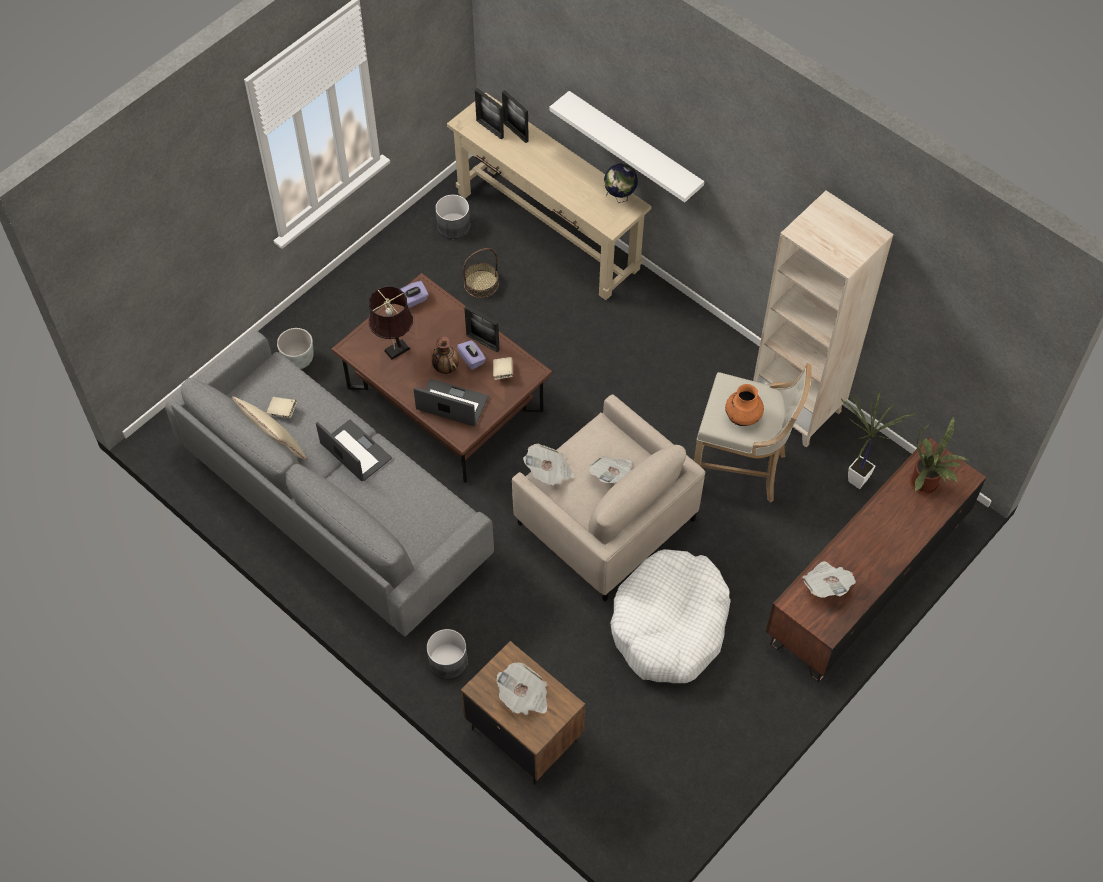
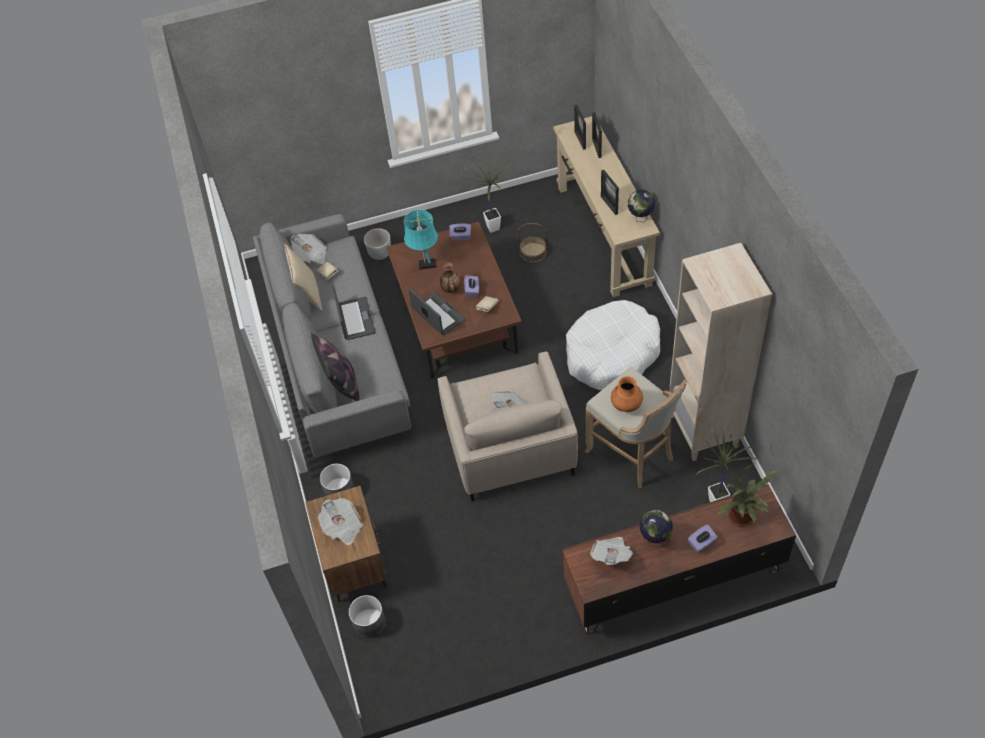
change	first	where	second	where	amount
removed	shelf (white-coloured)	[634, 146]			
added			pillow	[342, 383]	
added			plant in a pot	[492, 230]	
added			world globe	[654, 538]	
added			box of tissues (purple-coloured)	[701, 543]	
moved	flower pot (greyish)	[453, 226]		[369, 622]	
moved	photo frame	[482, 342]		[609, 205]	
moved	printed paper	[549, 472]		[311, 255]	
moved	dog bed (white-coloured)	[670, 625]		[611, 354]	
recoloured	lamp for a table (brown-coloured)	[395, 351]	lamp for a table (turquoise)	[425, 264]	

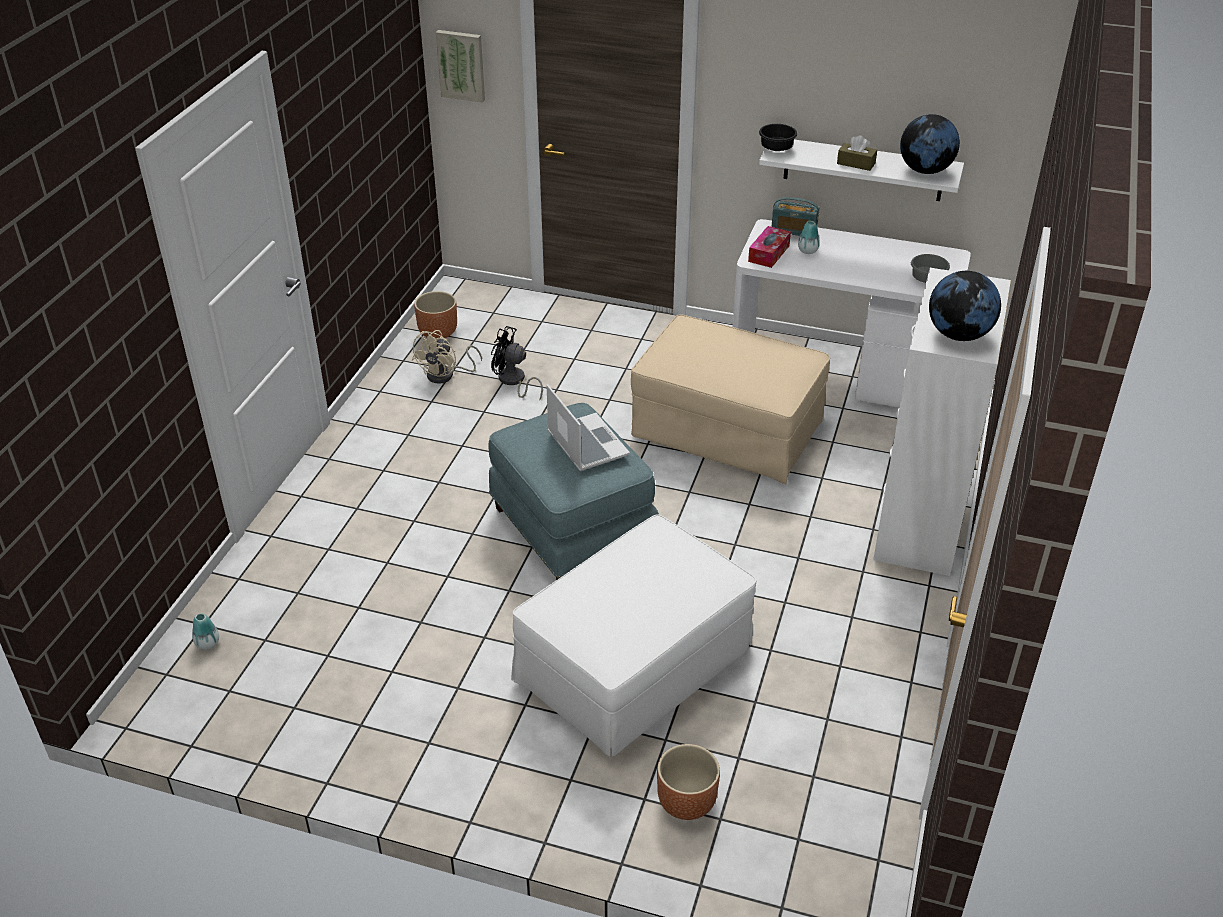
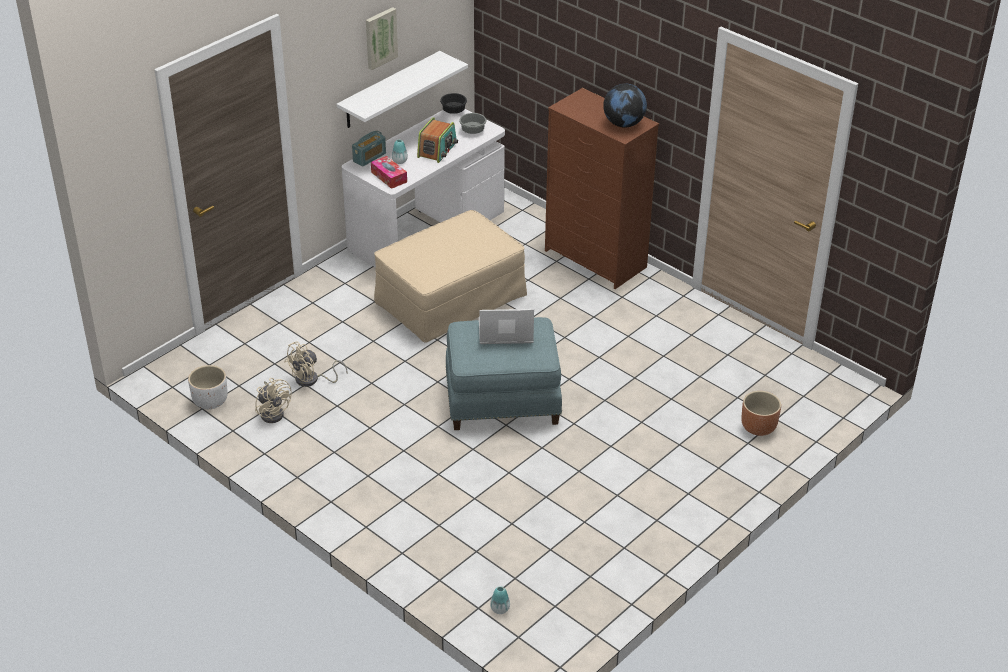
change	first	where	second	where	amount
removed	pouffe (white-coloured)	[635, 666]			
removed	box of tissues (brown-coloured)	[856, 163]			
removed	world globe	[925, 170]			
added			radio	[437, 150]	
moved	wall picture	[461, 65]		[380, 37]	
moved	serving bowl (black)	[777, 148]		[453, 110]	
recoloured	flower pot (brown-coloured)	[438, 332]	flower pot (white-coloured)	[210, 401]	
recoloured	fan (black)	[513, 381]	fan (sand-coloured)	[312, 380]	
recoloured	dresser (white-coloured)	[920, 523]	dresser (brown-coloured)	[596, 259]	

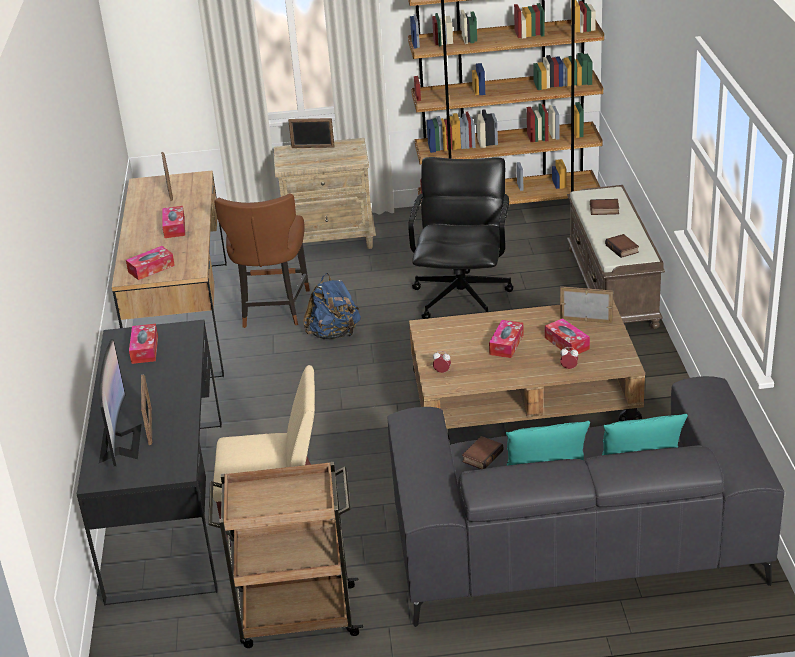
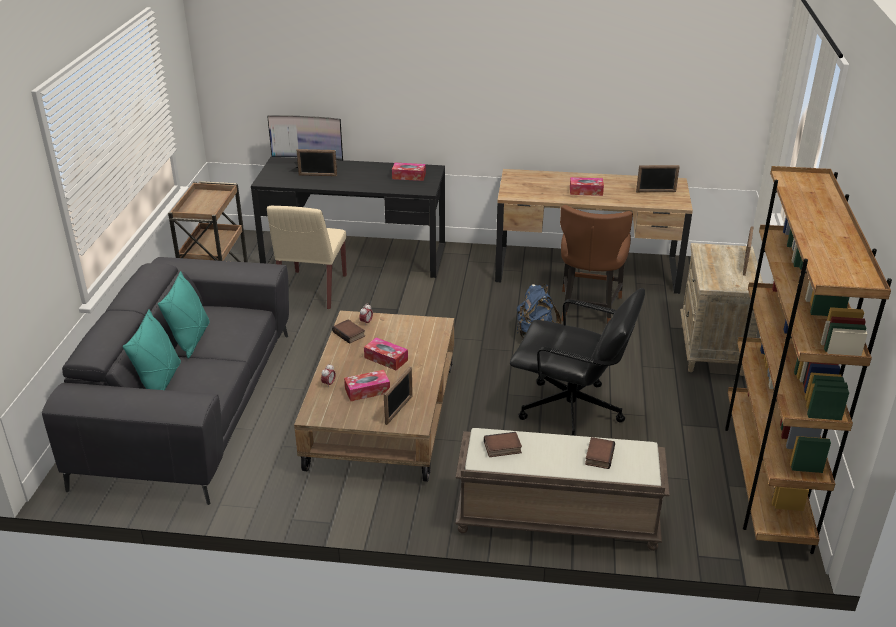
change	first	where	second	where	amount
removed	box of tissues	[151, 268]			
moved	book	[482, 455]		[350, 334]	
turned	upright chair (brown-coloured)	[272, 309]		[588, 309]	90 degrees counterclockwise

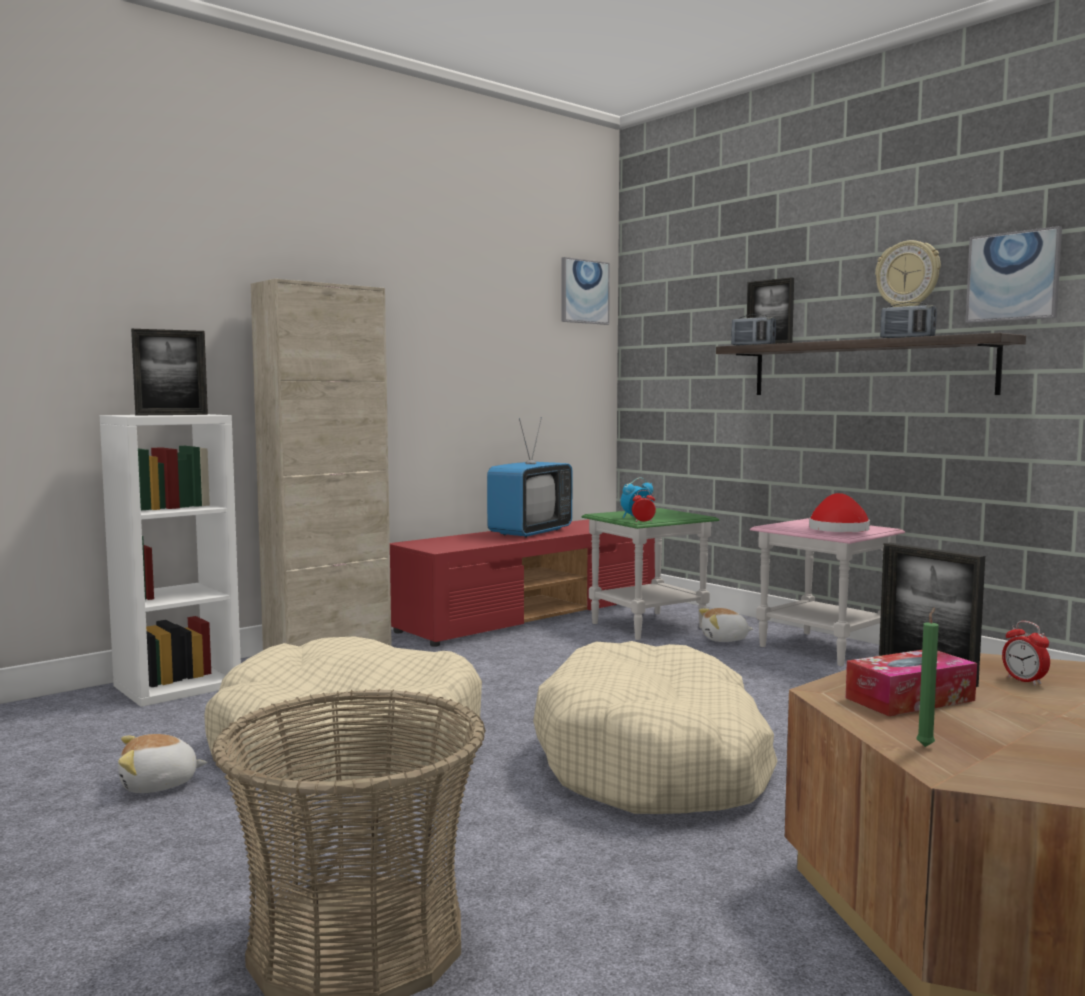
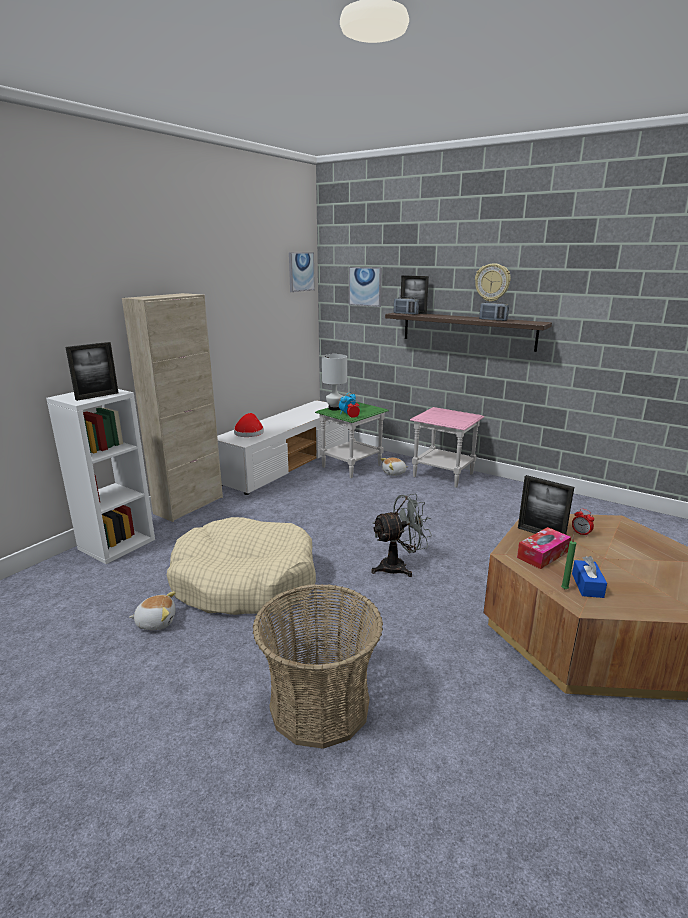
change	first	where	second	where	amount
removed	TV	[530, 532]			
added			lamp for a table (white-coloured)	[335, 408]	
added			box of tissues (bluish)	[587, 585]	
moved	clothing hat (reddish)	[838, 529]		[249, 432]	
moved	wall picture	[1013, 276]		[365, 286]	
replaced	dog bed (sand-coloured)	[655, 762]	fan (greyish)	[399, 567]	
recoloured	tv unit (reddish)	[532, 615]	tv unit (white-coloured)	[287, 463]	
turned	soft toy	[159, 785]		[156, 621]	150 degrees counterclockwise

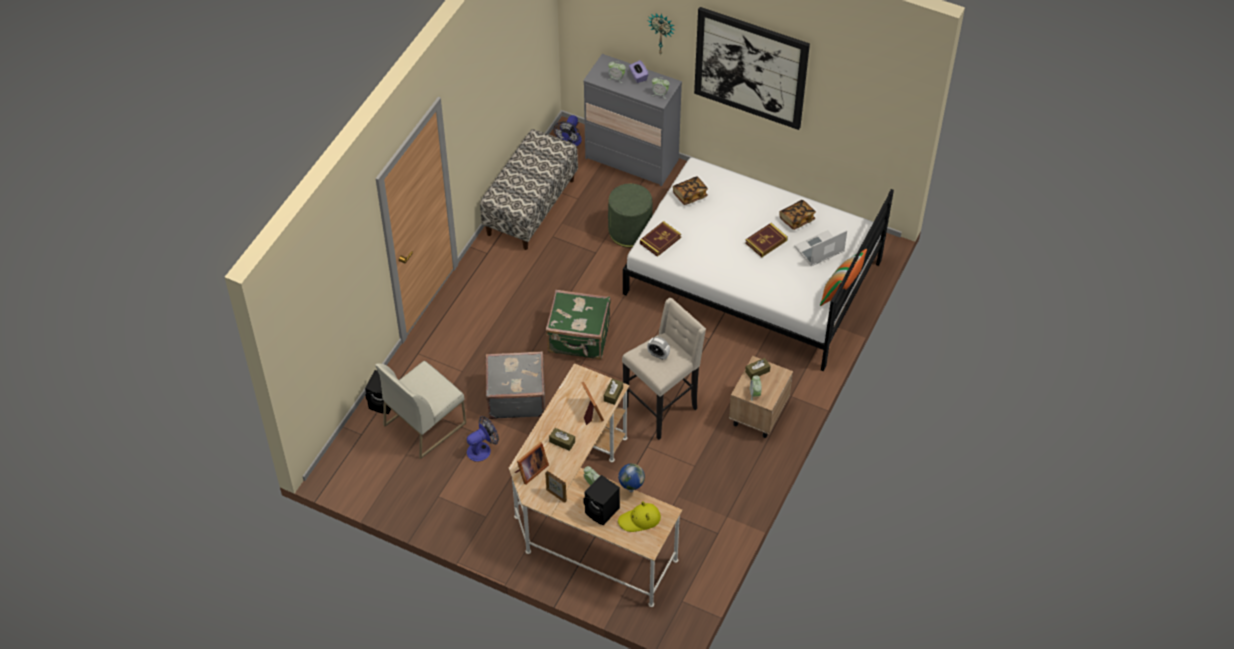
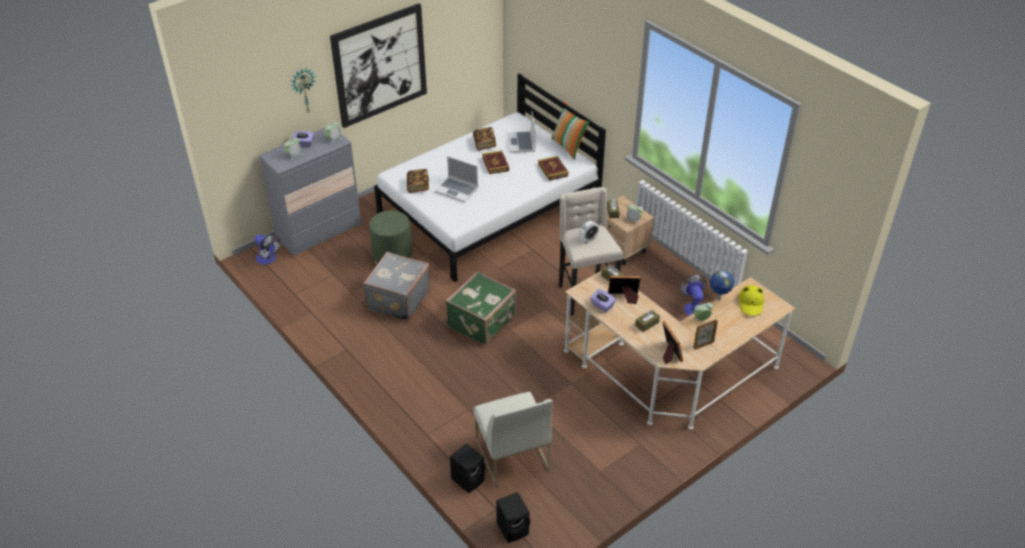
change	first	where	second	where	amount
removed	bench	[530, 206]			
added			laptop	[457, 190]	
added			box of tissues (purple-coloured)	[602, 306]	
moved	fan	[482, 449]		[692, 307]	
moved	travel case (greyish)	[515, 396]		[397, 300]	
moved	speaker (black)	[603, 511]		[514, 528]	
moved	book	[660, 240]		[553, 170]	

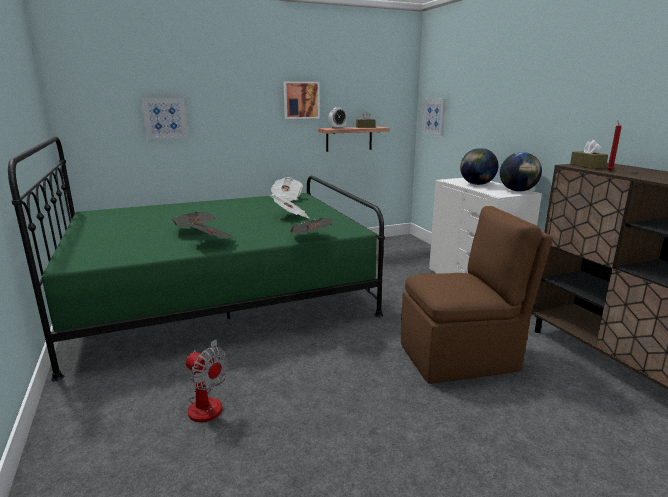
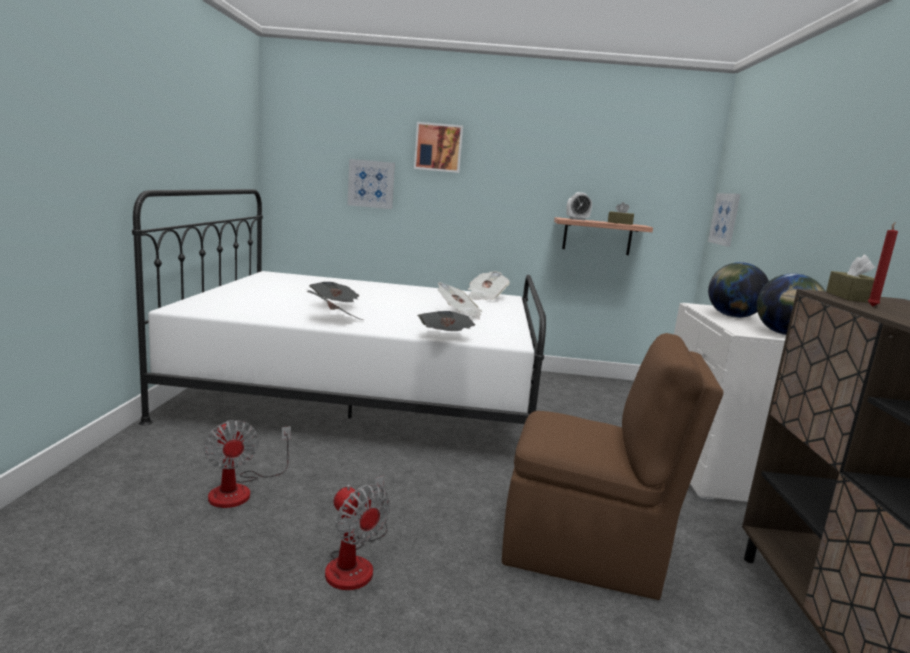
change	first	where	second	where	amount
added			fan	[355, 562]	
moved	wall picture	[301, 100]		[438, 147]	
recoloured	bed (green-coloured)	[219, 296]	bed (white-coloured)	[364, 393]	

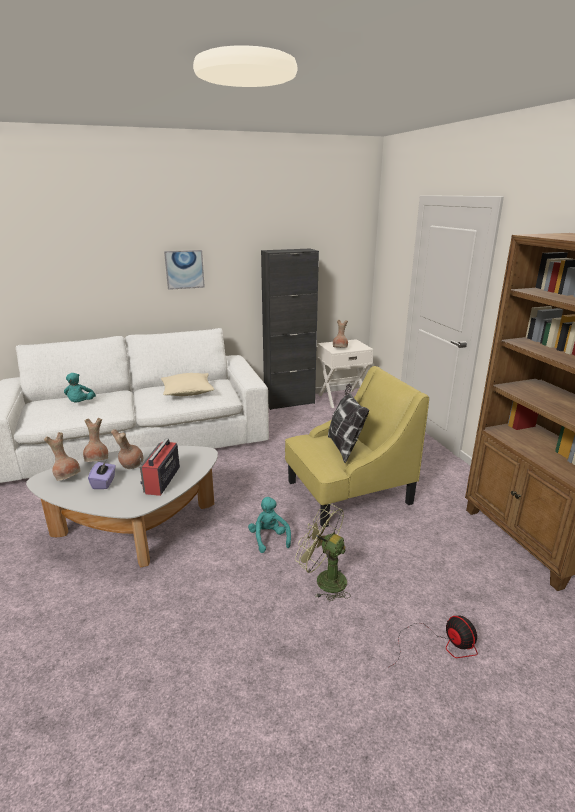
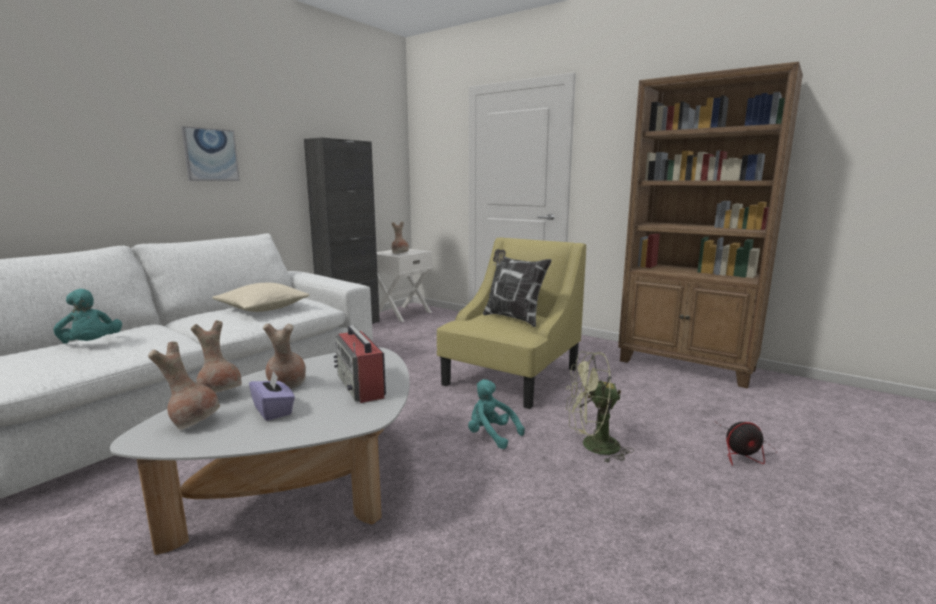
change	first	where	second	where	amount
turned	fan	[440, 645]		[744, 452]	150 degrees clockwise

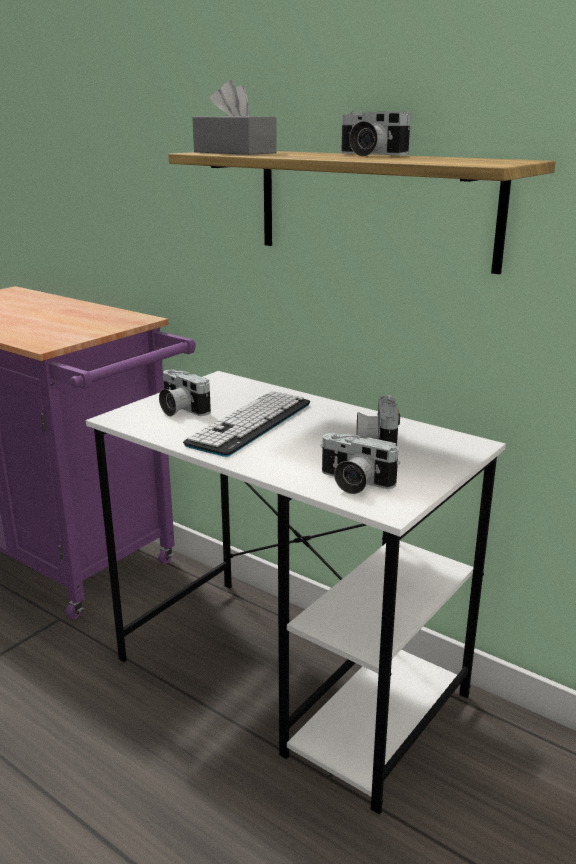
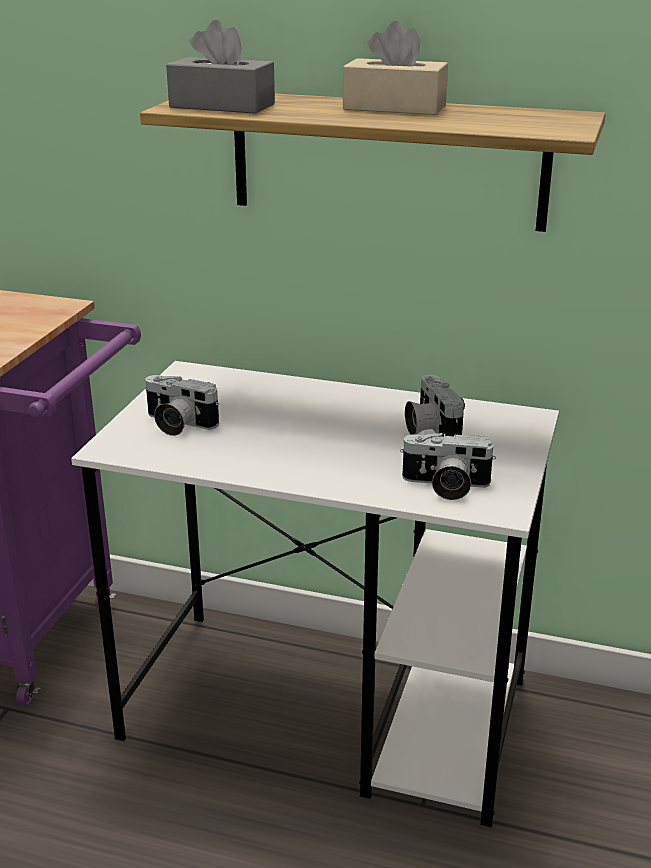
change	first	where	second	where	amount
removed	PC keyboard	[250, 424]			
replaced	photo camera	[368, 155]	box of tissues (sand-coloured)	[394, 107]	

